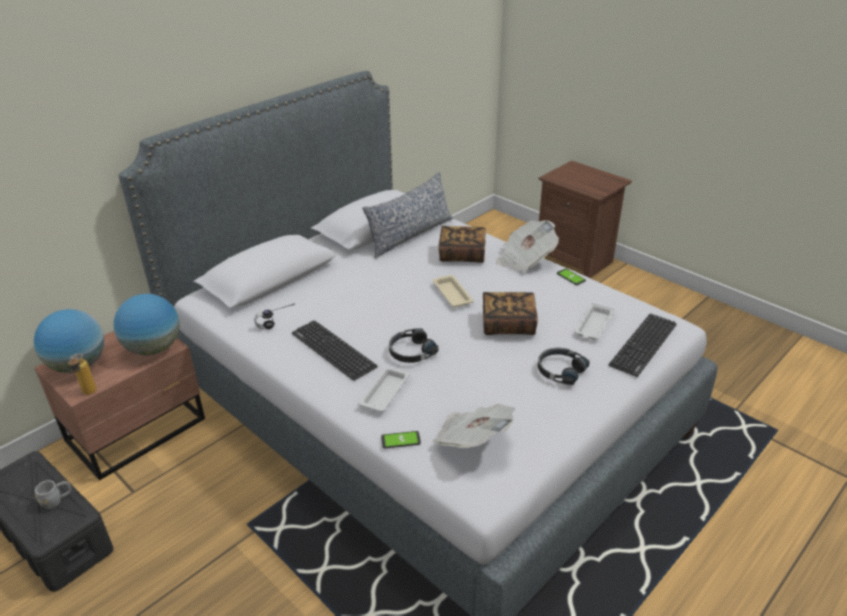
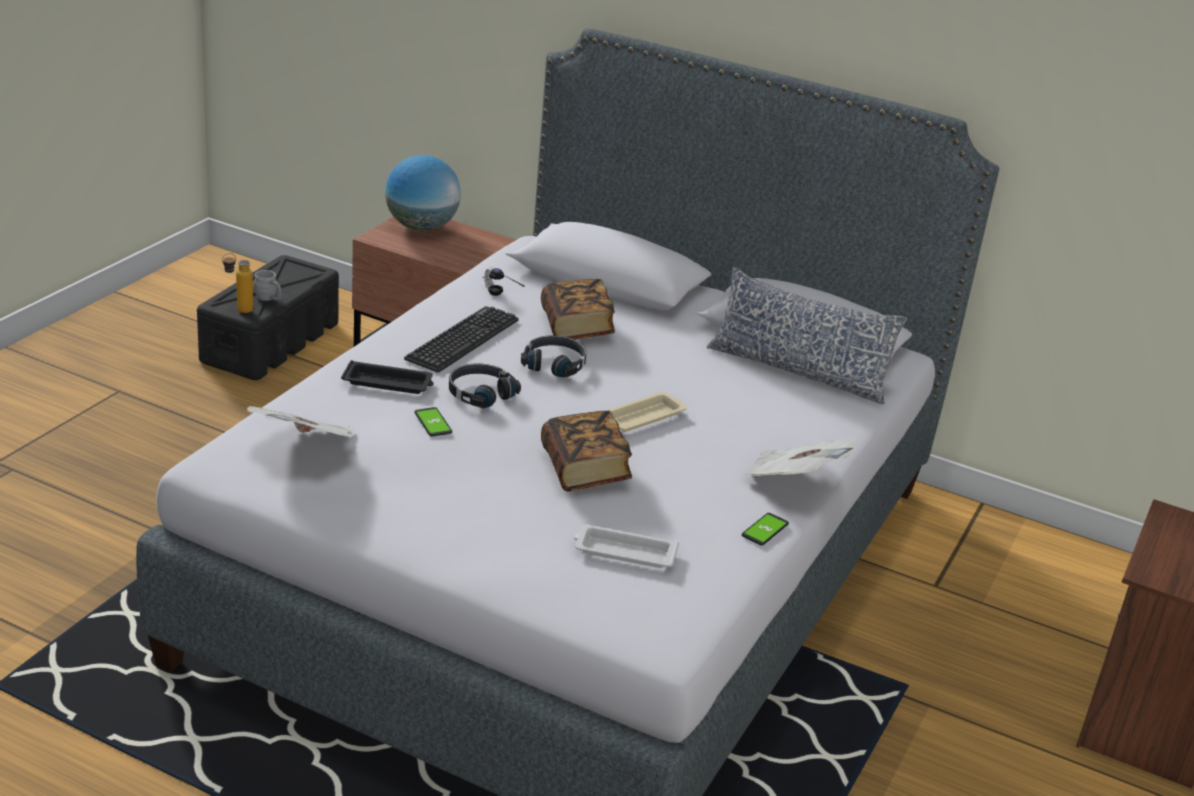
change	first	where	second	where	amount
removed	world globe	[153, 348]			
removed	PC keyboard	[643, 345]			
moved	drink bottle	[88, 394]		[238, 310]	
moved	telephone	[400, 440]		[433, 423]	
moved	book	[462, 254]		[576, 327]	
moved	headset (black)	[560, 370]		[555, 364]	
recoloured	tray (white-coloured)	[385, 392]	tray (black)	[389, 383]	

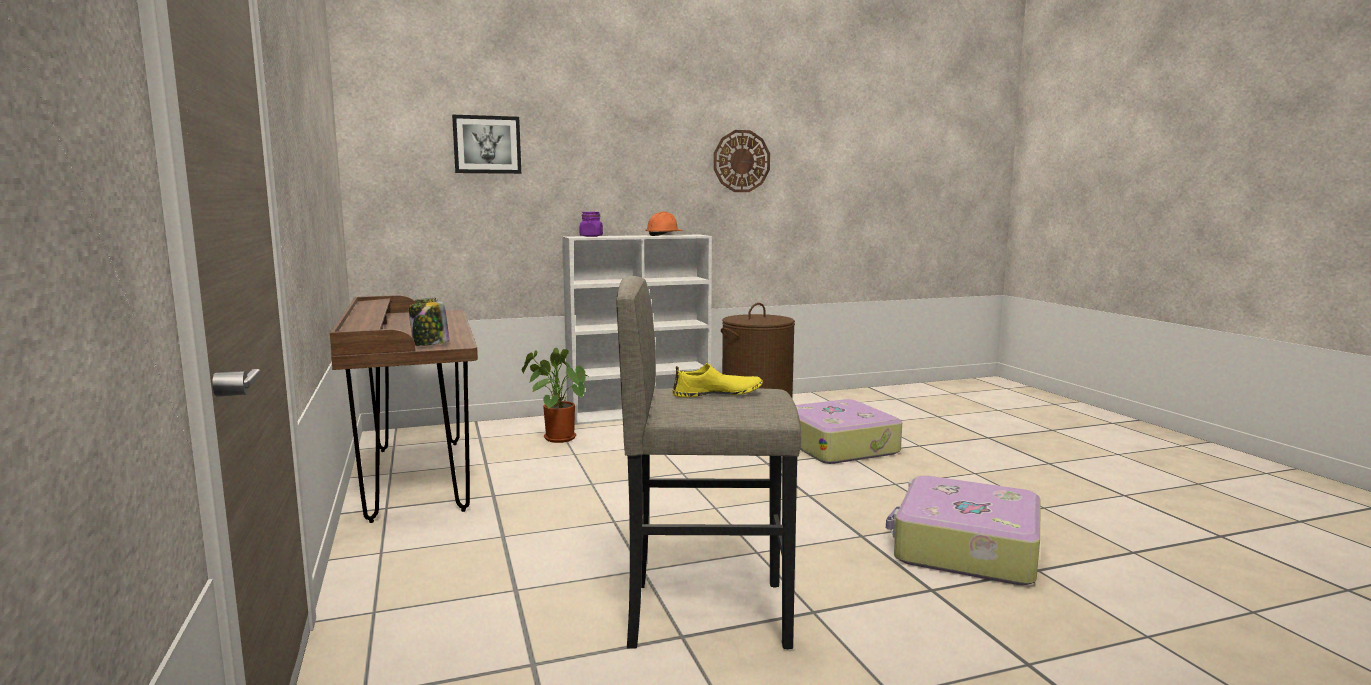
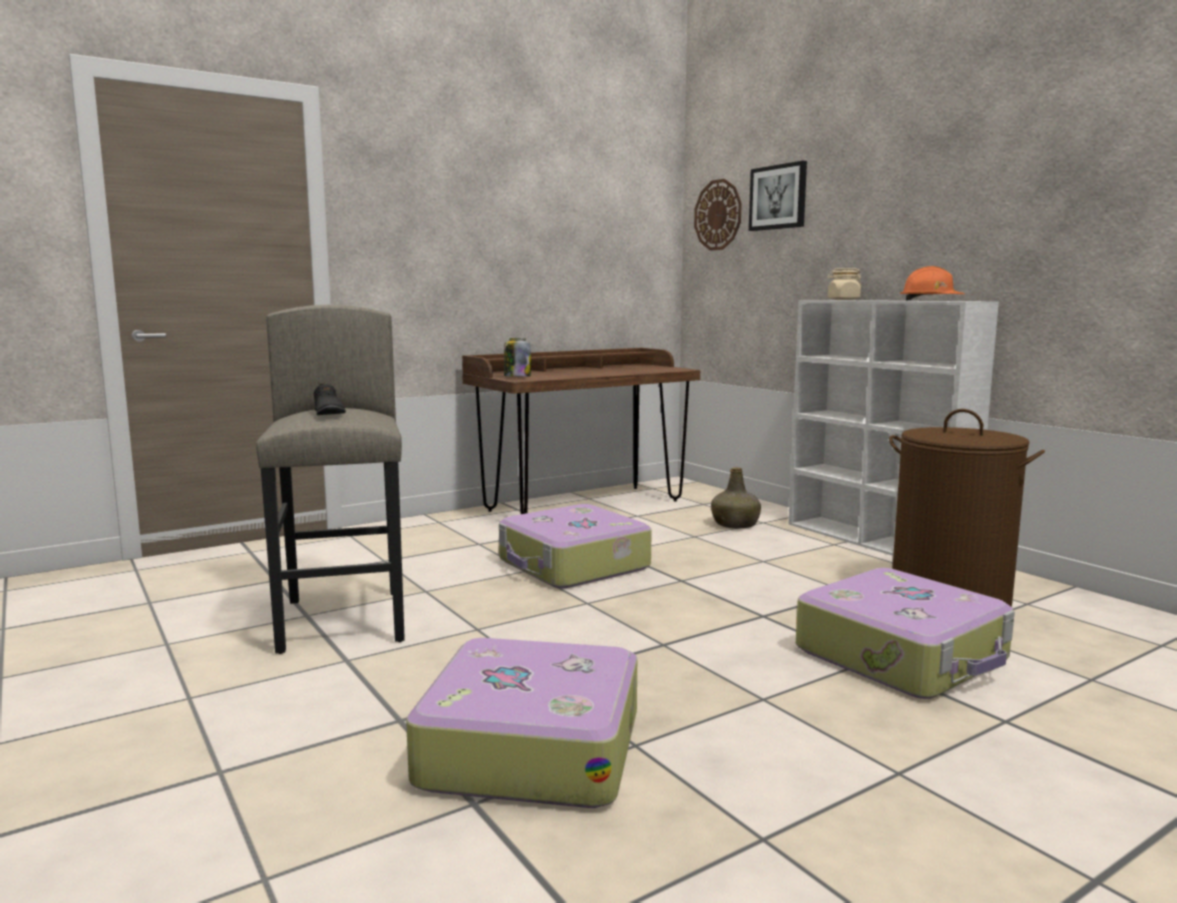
change	first	where	second	where	amount
added			travel case	[573, 565]	
moved	wall clock	[741, 161]		[718, 215]	
replaced	plant in a pot	[556, 438]	drink bottle (green-coloured)	[735, 524]	
recoloured	storage jar (purple-coloured)	[591, 236]	storage jar (sand-coloured)	[843, 299]	
recoloured	low shoe (yellow)	[717, 394]	low shoe (black)	[327, 413]	

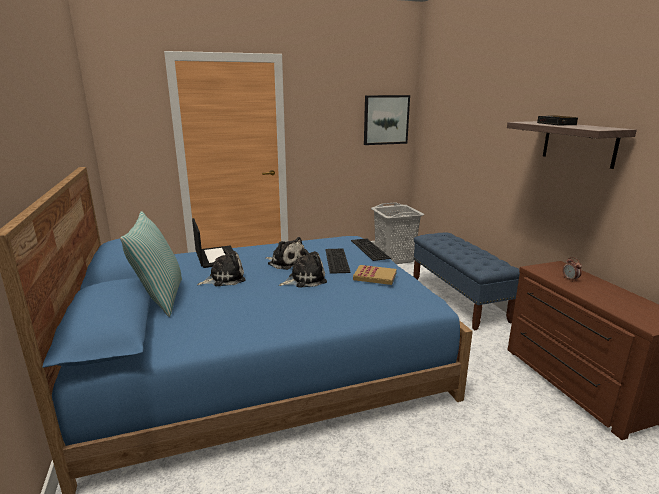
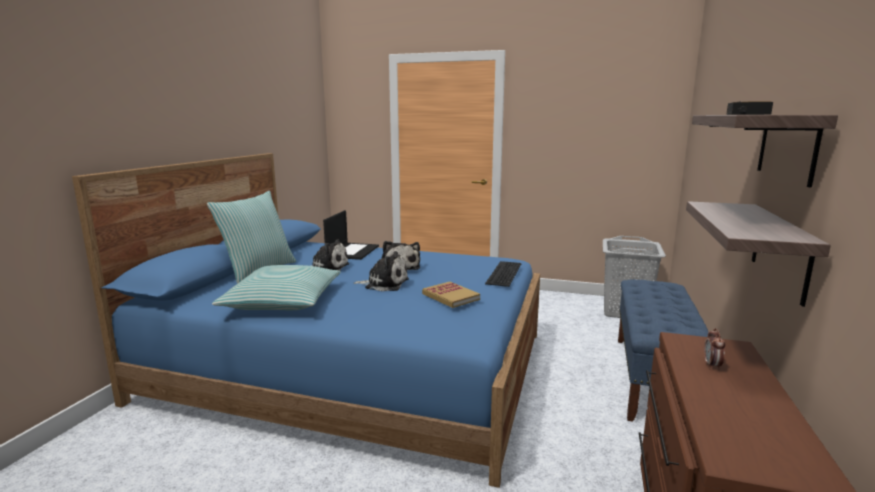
change	first	where	second	where	amount
removed	PC keyboard	[335, 260]			
removed	wall picture	[386, 120]			
added			pillow	[282, 301]	
added			shelf	[781, 251]	

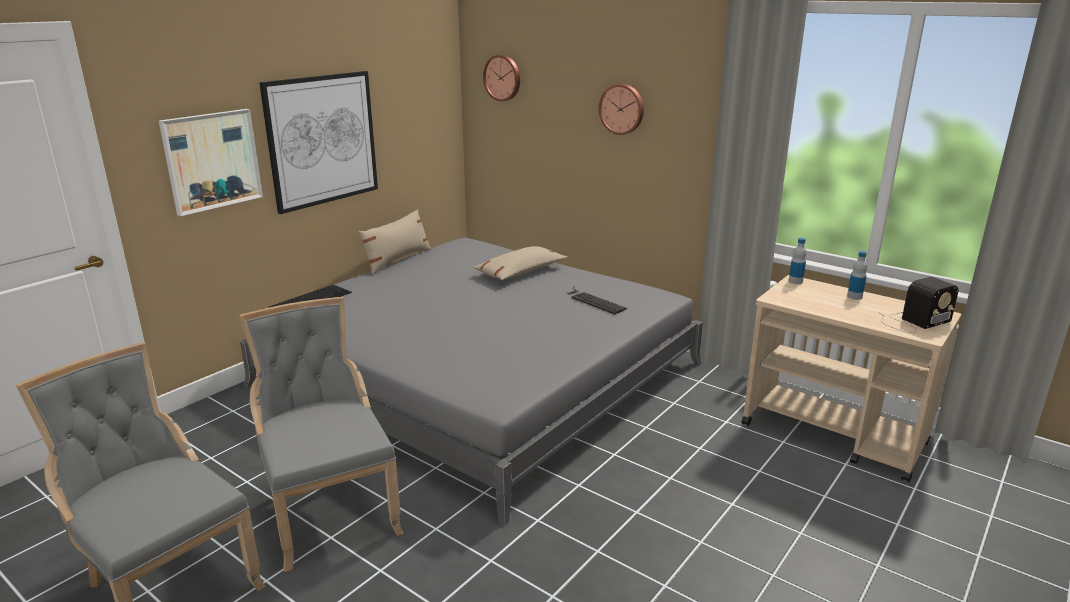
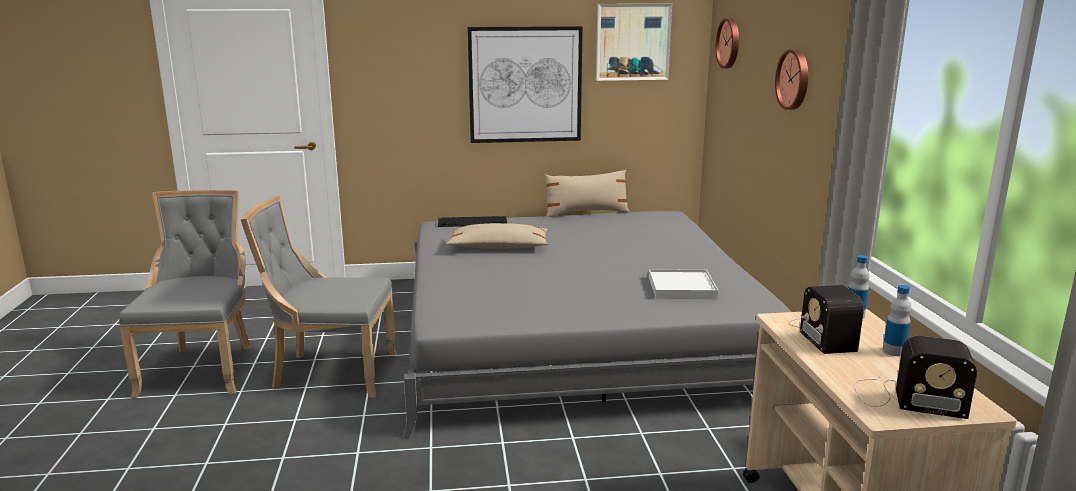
change	first	where	second	where	amount
added			radio	[822, 333]	
moved	wall picture	[212, 160]		[632, 42]	
moved	pillow (sand-coloured)	[520, 272]		[498, 247]	
replaced	PC keyboard	[593, 301]	tray (white-coloured)	[682, 287]	
turned	upright chair (greyish)	[330, 511]		[330, 373]	105 degrees counterclockwise

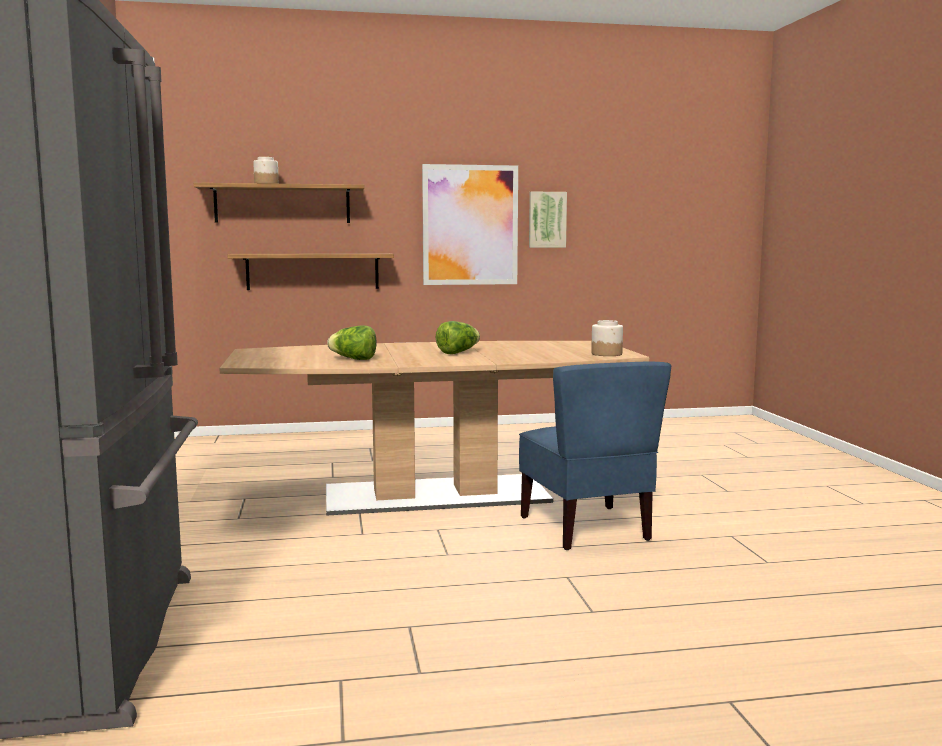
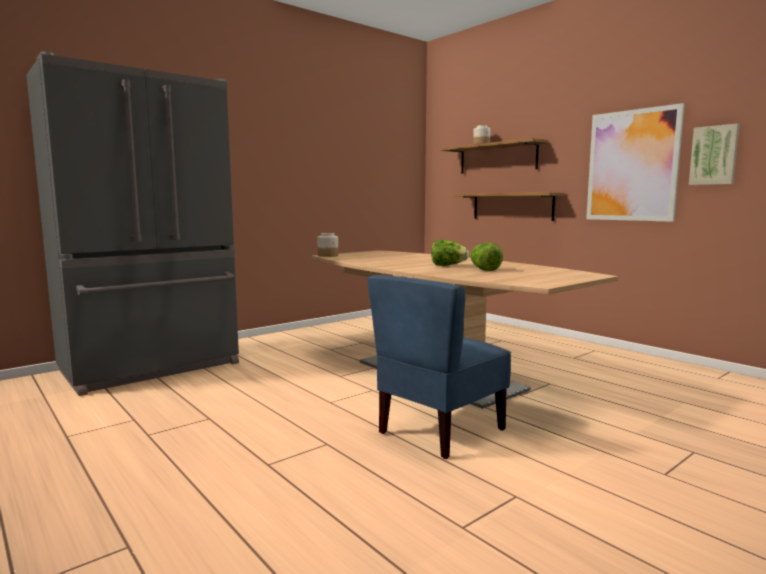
change	first	where	second	where	amount
moved	lettuce head	[354, 359]		[484, 269]	
moved	storage jar	[607, 354]		[328, 255]	

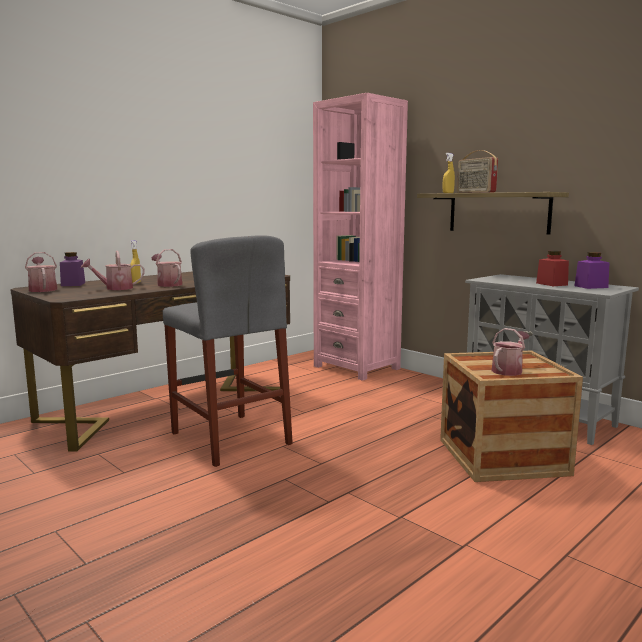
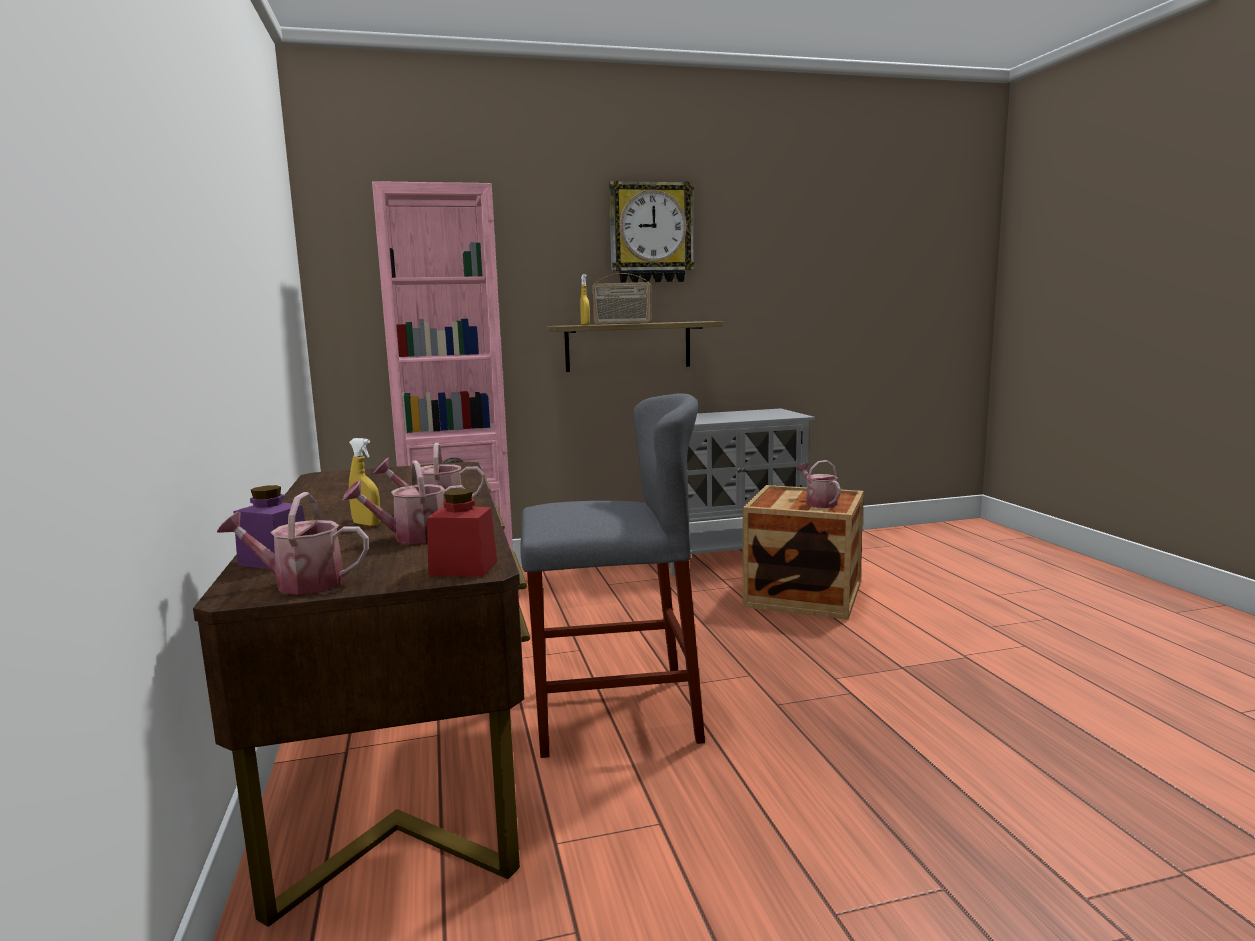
change	first	where	second	where	amount
removed	storage jar (purple-coloured)	[591, 287]			
added			wall clock	[650, 233]	
moved	storage jar (reddish)	[551, 284]		[463, 568]	
turned	sprinkling can	[115, 288]		[412, 537]	60 degrees clockwise

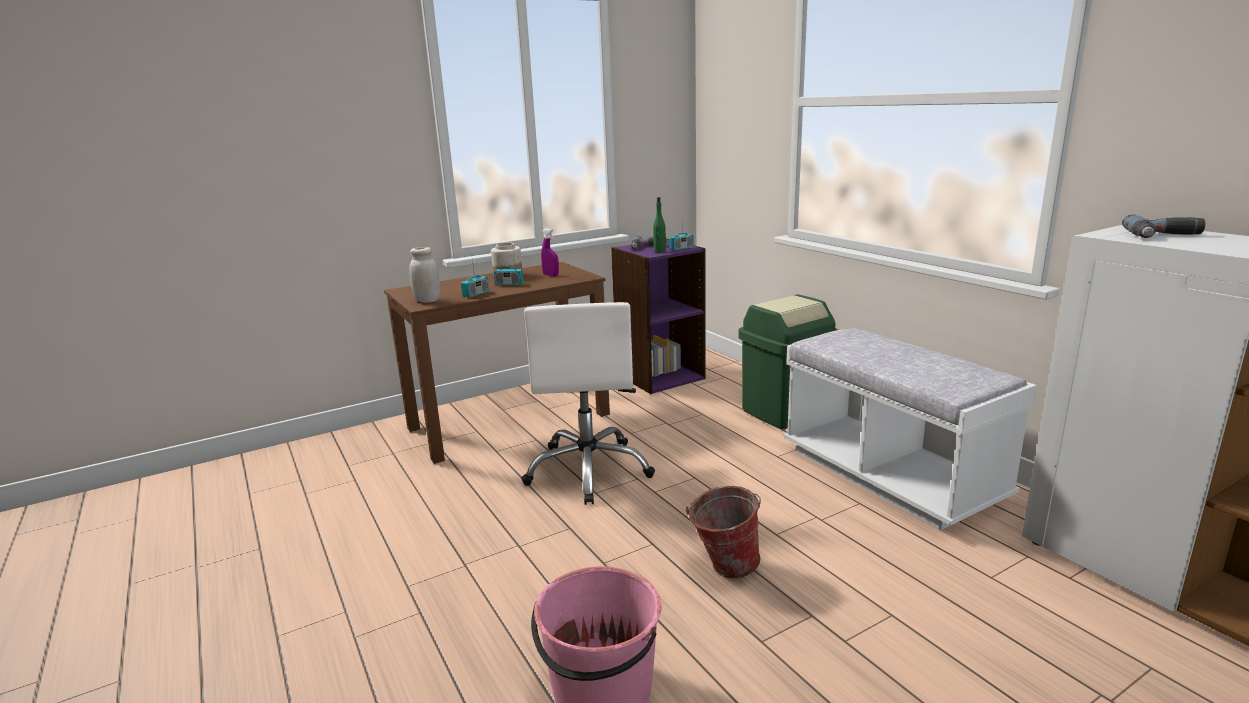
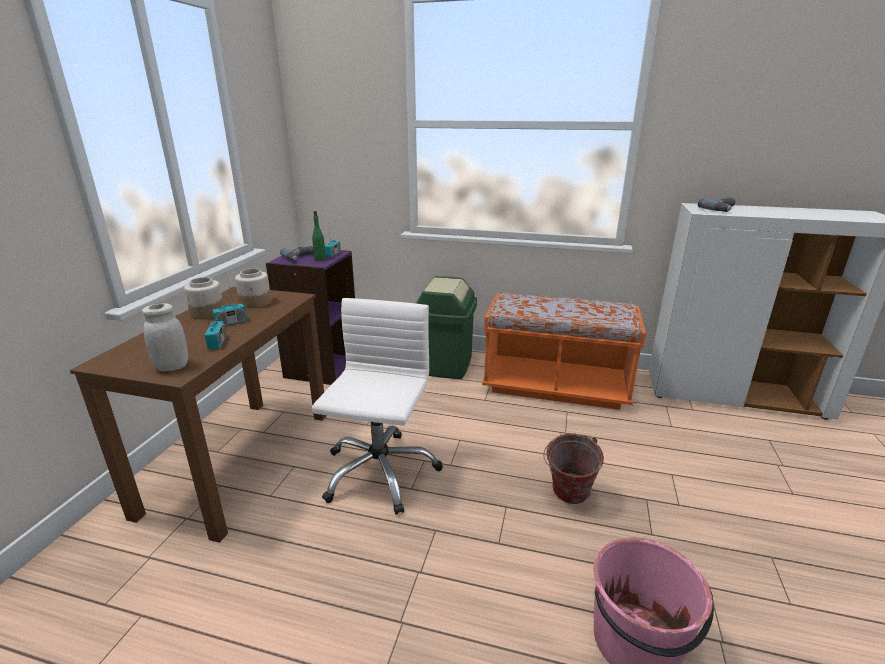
change	first	where	second	where	amount
replaced	sprayer (purple-coloured)	[551, 275]	storage jar	[256, 303]	
recoloured	bench (white-coloured)	[890, 475]	bench (orange-coloured)	[555, 386]	
turned	computer chair (white-coloured)	[589, 470]		[379, 472]	120 degrees counterclockwise

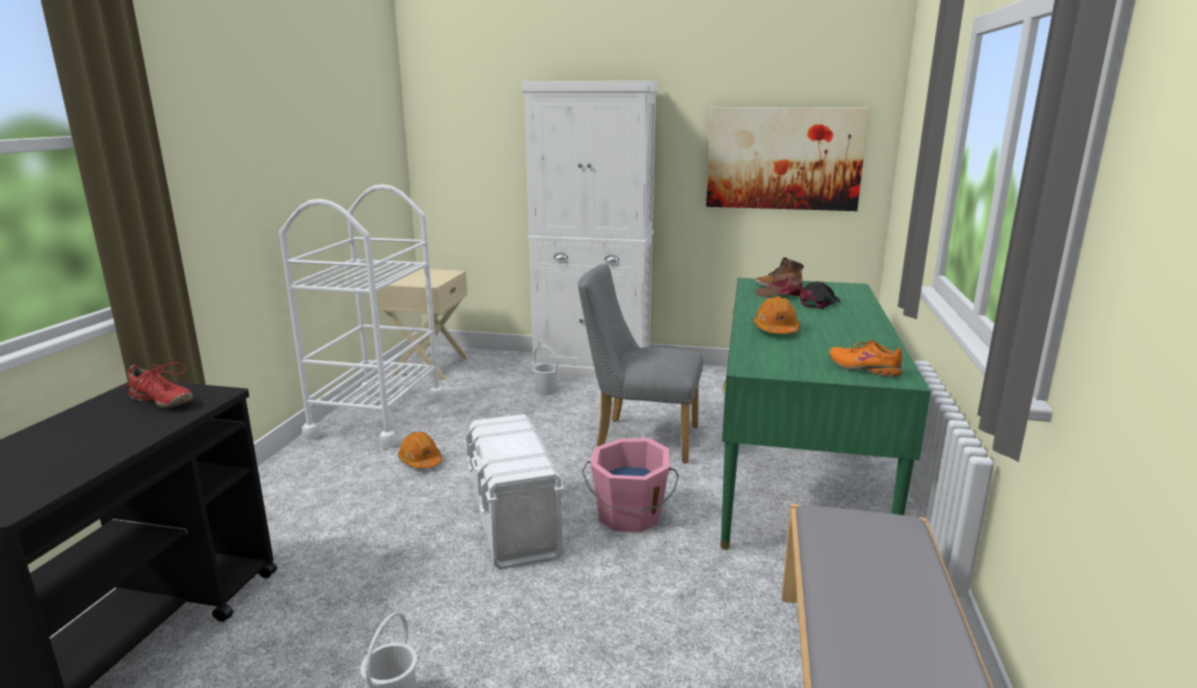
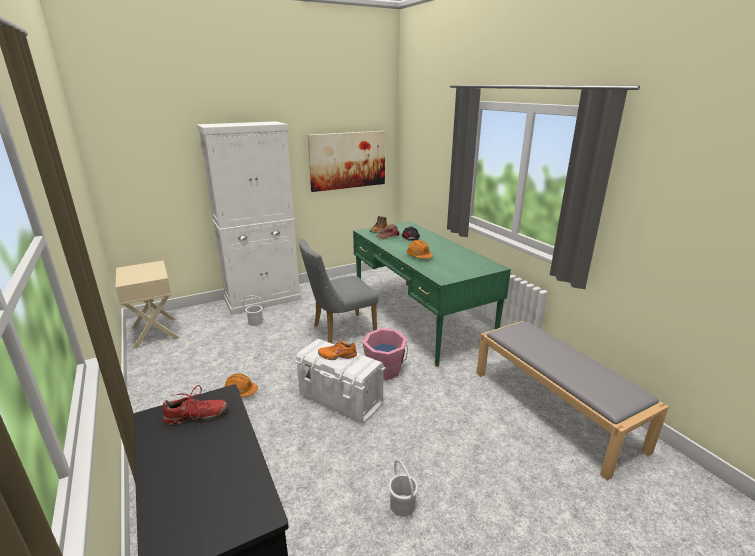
change	first	where	second	where	amount
removed	cart (white-coloured)	[377, 417]			
moved	low shoe (orange-coloured)	[864, 368]		[337, 355]	

